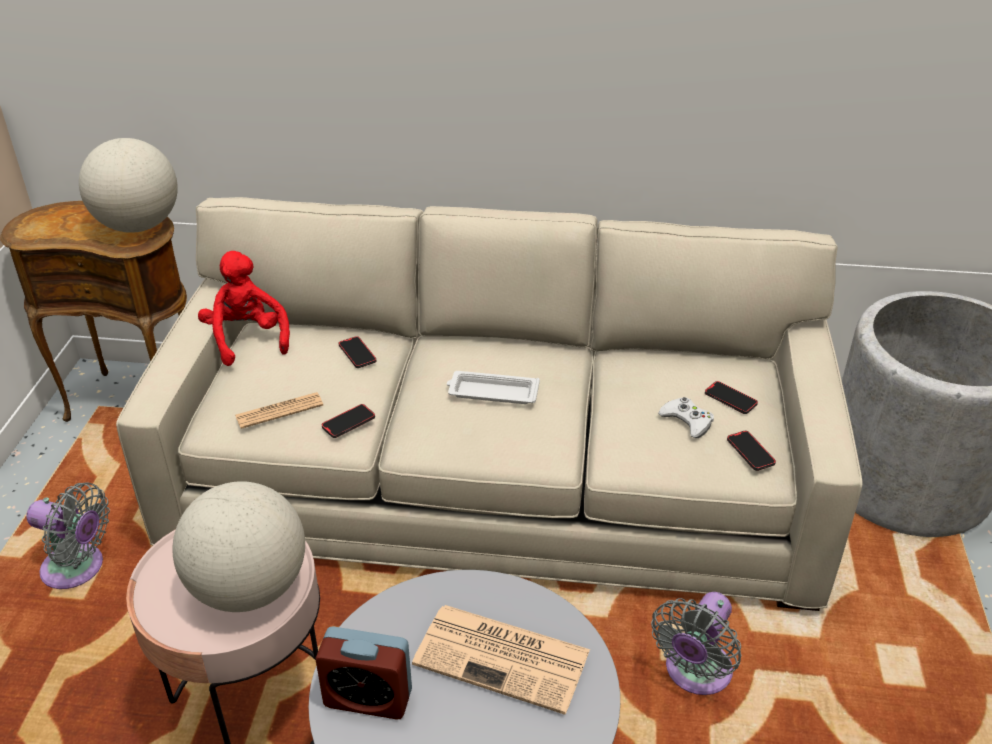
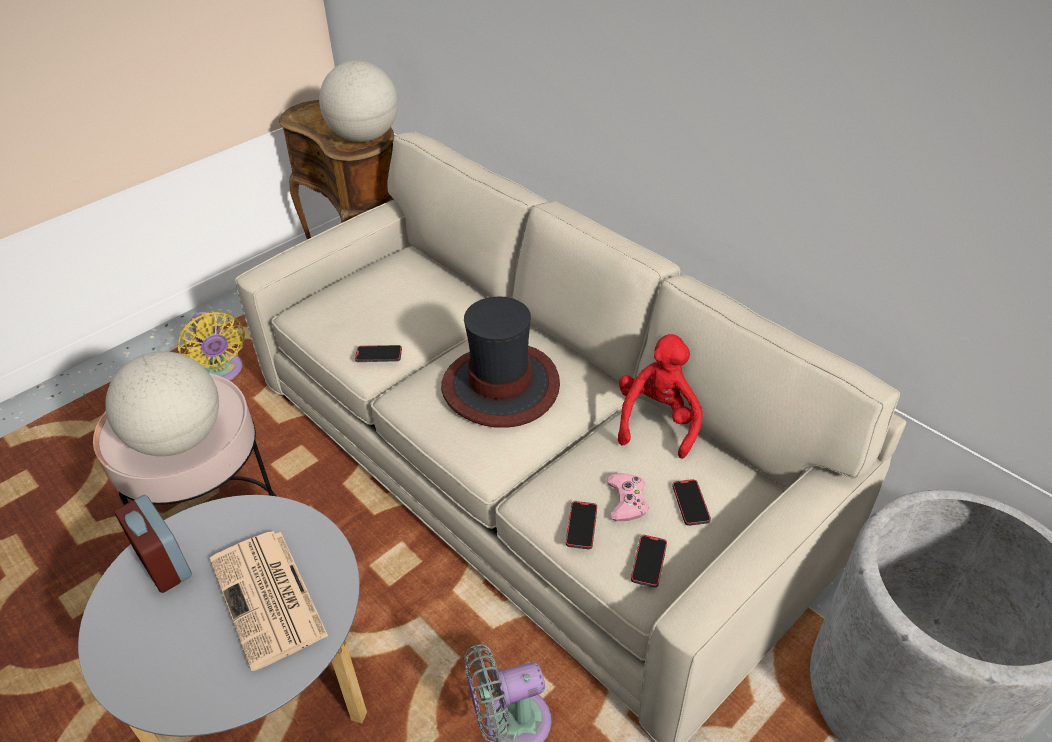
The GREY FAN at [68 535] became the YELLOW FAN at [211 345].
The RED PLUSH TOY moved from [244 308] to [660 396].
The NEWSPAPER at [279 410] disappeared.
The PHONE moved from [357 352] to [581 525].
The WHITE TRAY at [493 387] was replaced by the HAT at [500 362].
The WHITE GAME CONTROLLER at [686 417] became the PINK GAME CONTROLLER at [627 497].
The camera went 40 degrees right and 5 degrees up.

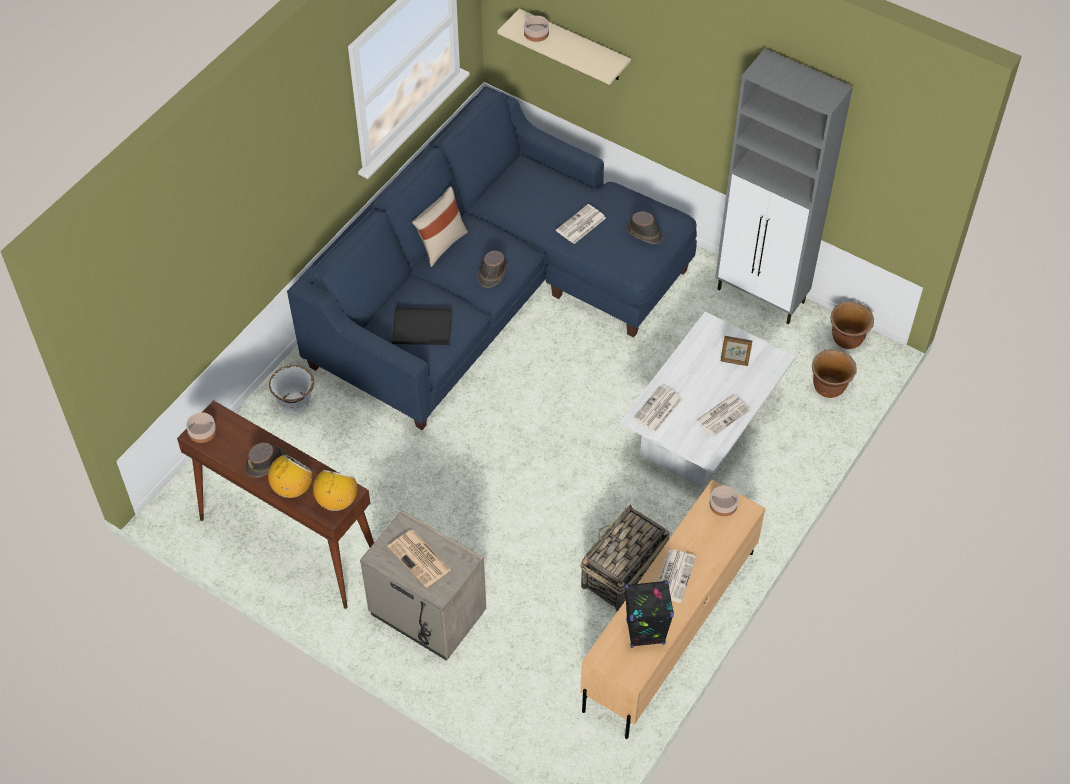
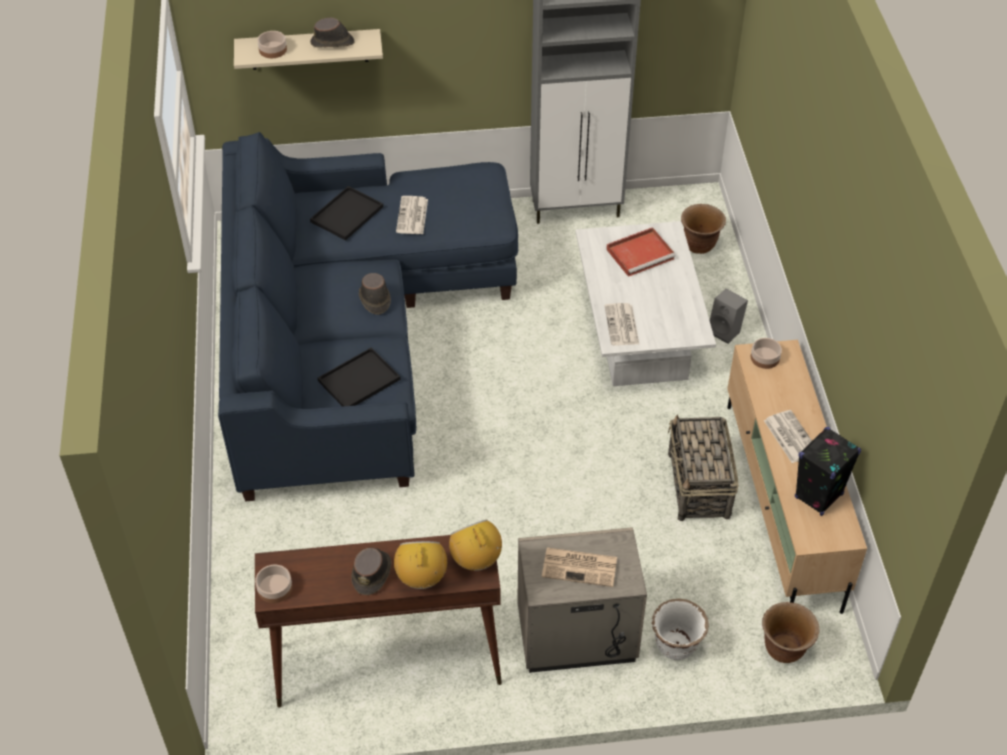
The WHITE PLANTER moved from [291 389] to [680 629].
The BEIGE PILLOW at [440 226] disappeared.
The BROWN HAT moved from [644 227] to [332 32].
The NEWSPAPER at [723 415] disappeared.
The PICTURE FRAME at [736 351] was replaced by the RED TRAY at [641 252].
The BROWN PLANTER moved from [852 325] to [790 632].
The BLACK TRAY at [346 213] appeared.
The GREY SPEAKER at [729 316] appeared.
The camera went 40 degrees left and 5 degrees down.

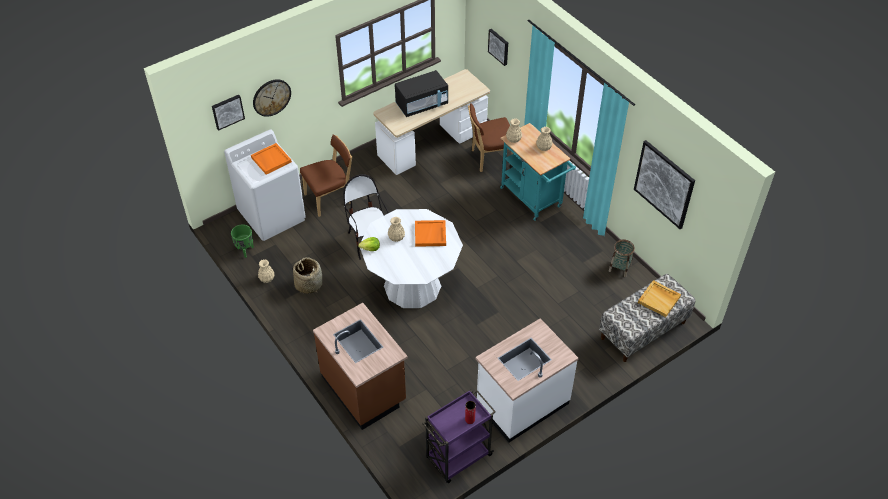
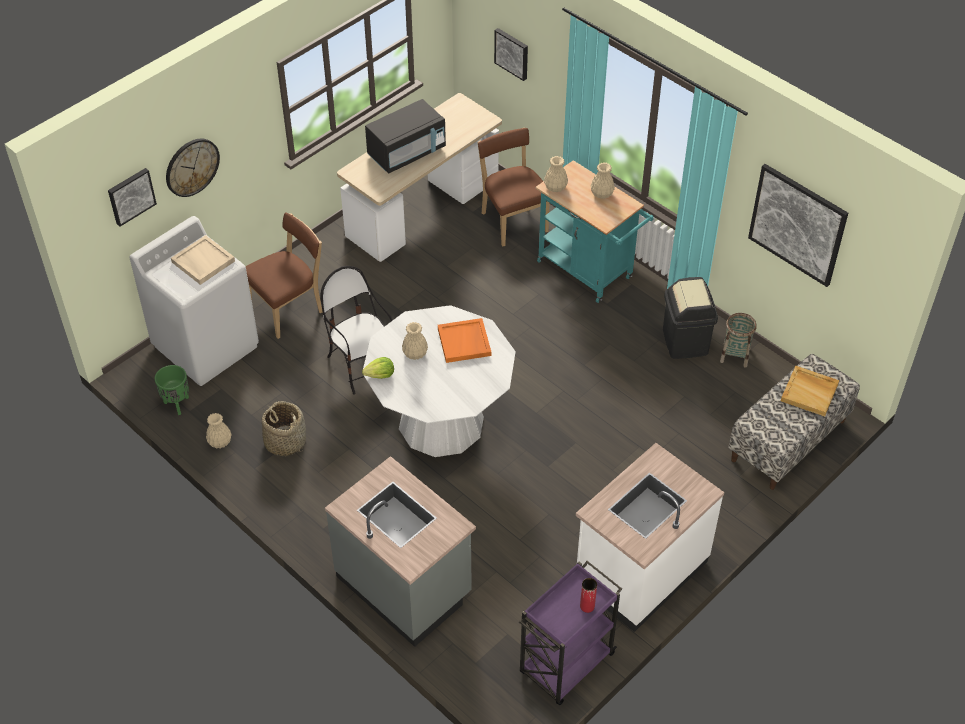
The ORANGE TRAY at [271 159] became the BEIGE TRAY at [203 260].
The BROWN COUNTER at [360 366] became the GREY COUNTER at [400 551].
The BROWN CHAIR at [490 137] turned 90 degrees clockwise.
The BLACK TRASH CAN at [690 318] appeared.
The camera went 10 degrees left and 0 degrees up.

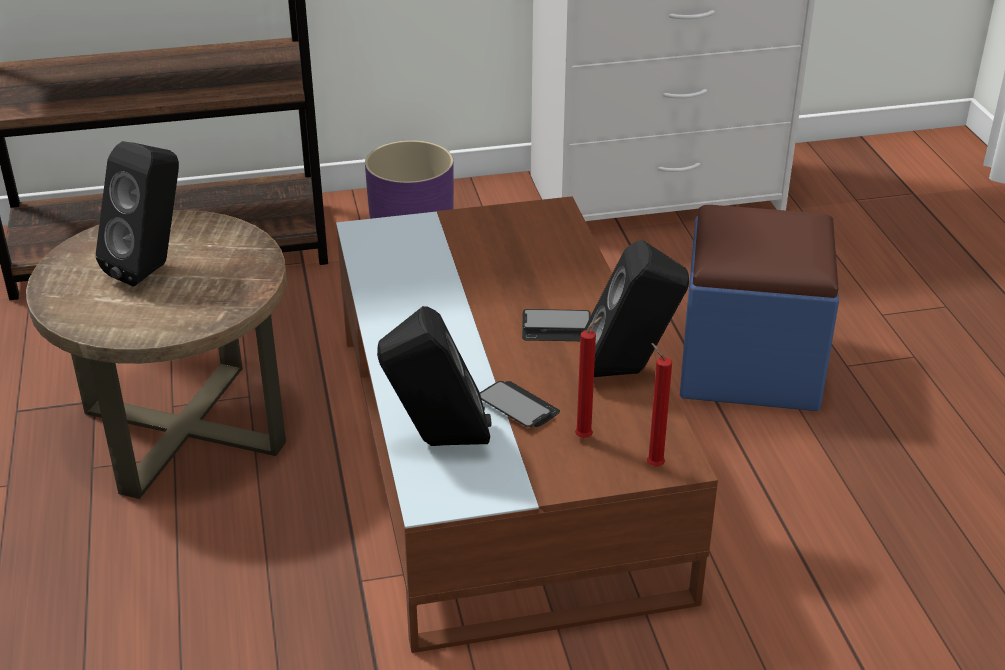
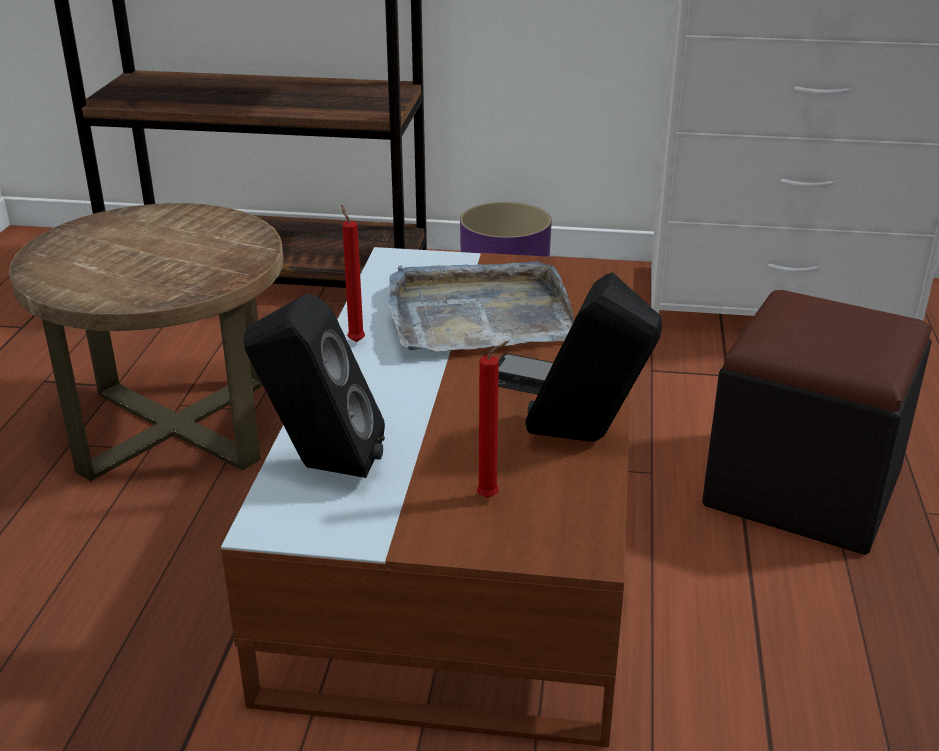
The BLACK SPEAKER at [137 214] disappeared.
The PHONE at [520 404] disappeared.
The RED CANDLE moved from [659 405] to [353 273].
The BLUE OTTOMAN at [759 308] became the BLACK OTTOMAN at [817 422].
The GREY TRAY at [481 306] appeared.
The camera went 20 degrees right and 5 degrees down.

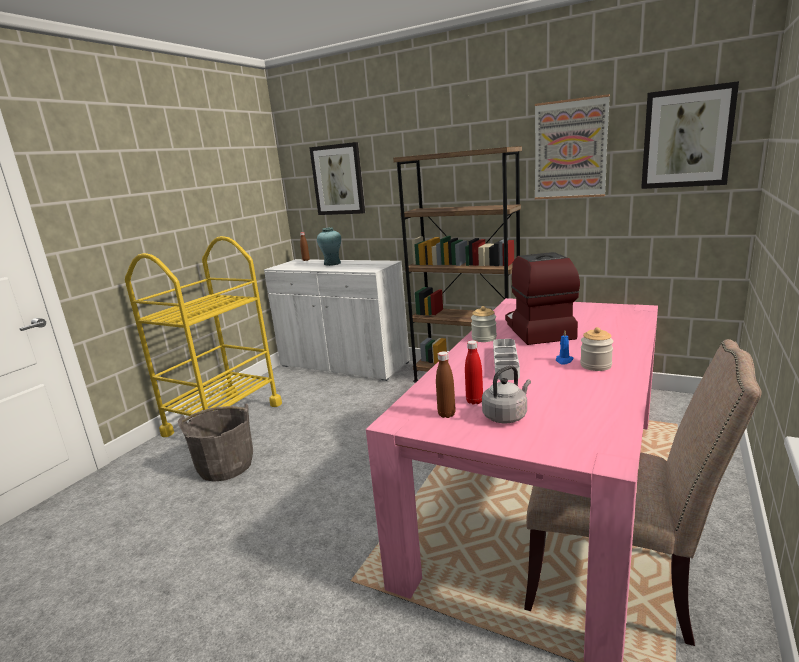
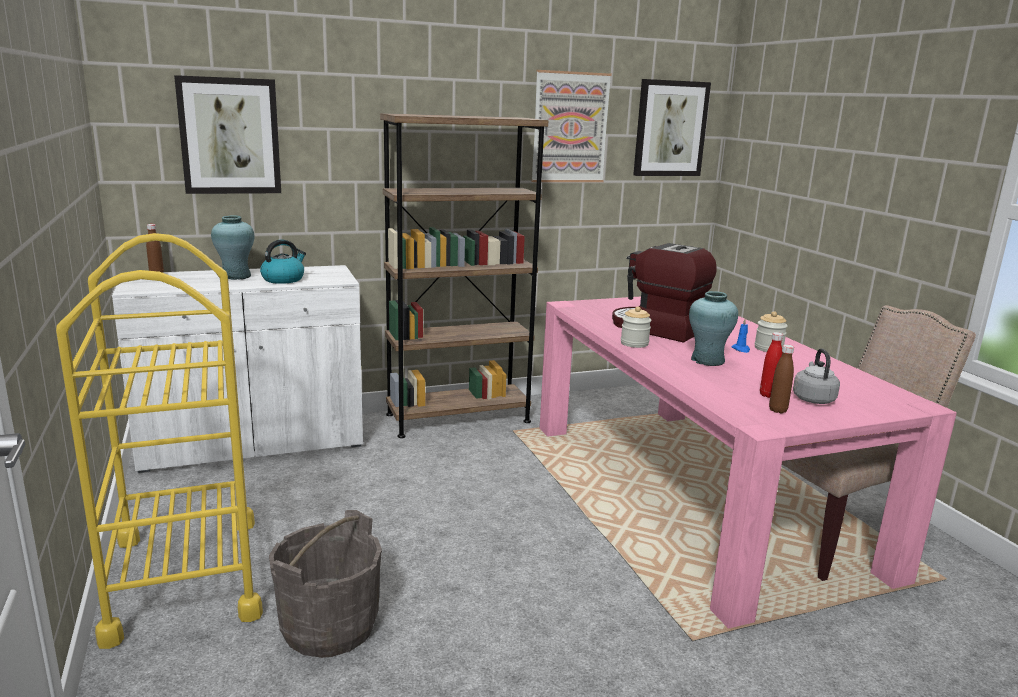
The GREY TRAY at [506 359] was replaced by the TURQUOISE VASE at [713 328].
The KETTLE at [283 262] appeared.
The camera went 50 degrees left and 0 degrees up.

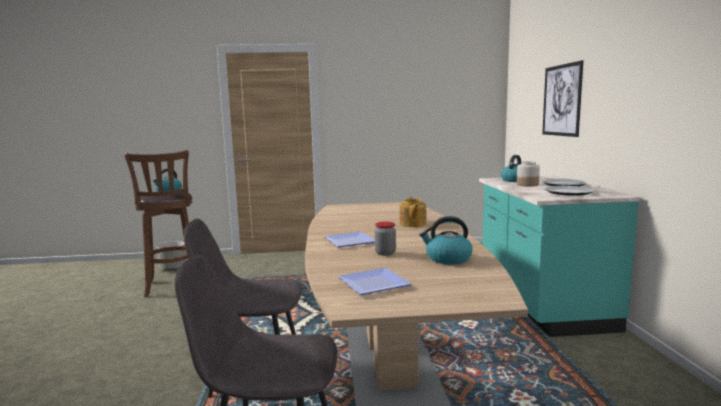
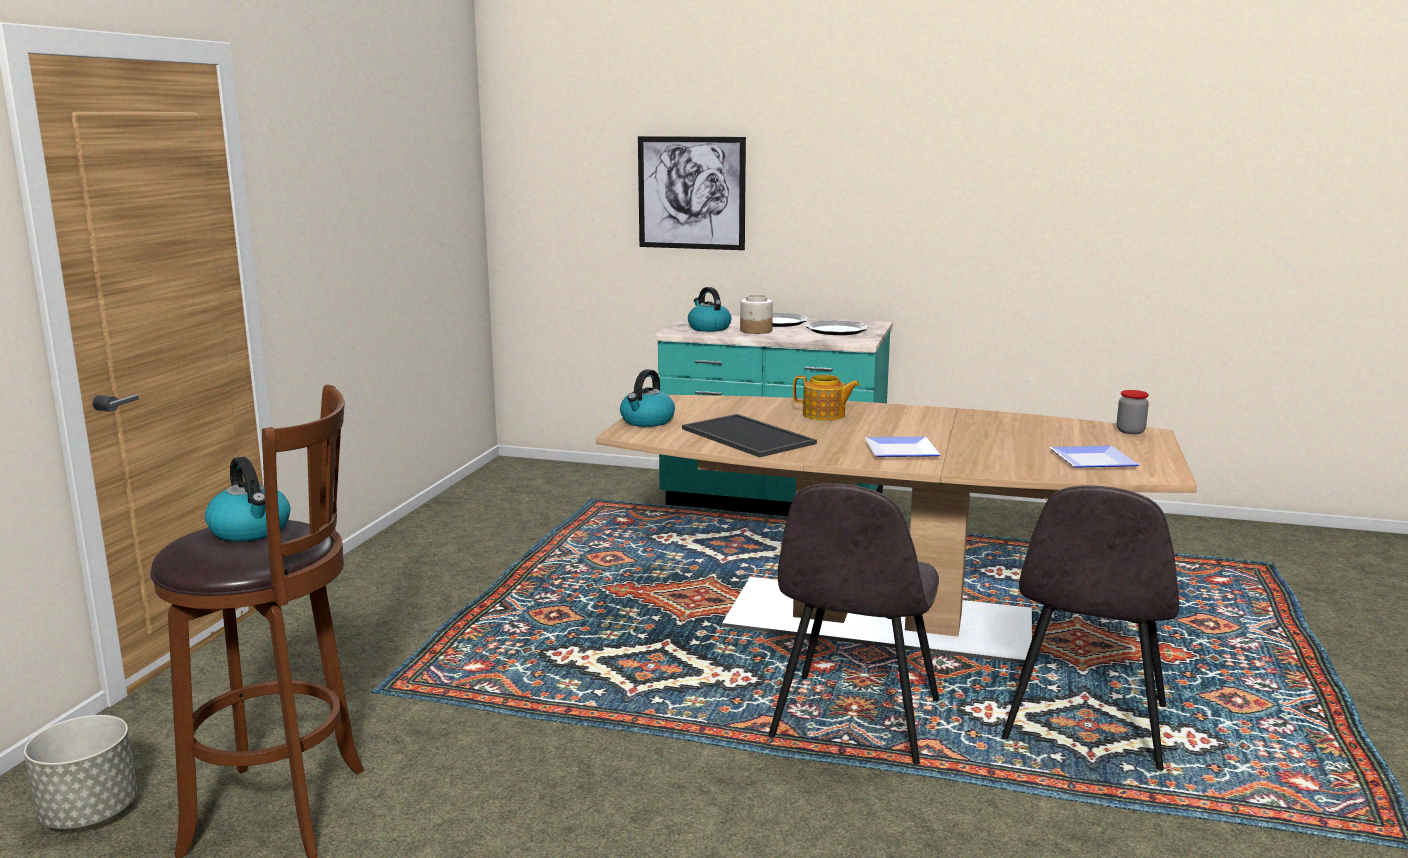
The JAR moved from [385 239] to [1133 412].
The KETTLE moved from [445 240] to [647 398].
The TRAY at [749 435] appeared.
The camera went 70 degrees left and 5 degrees up.

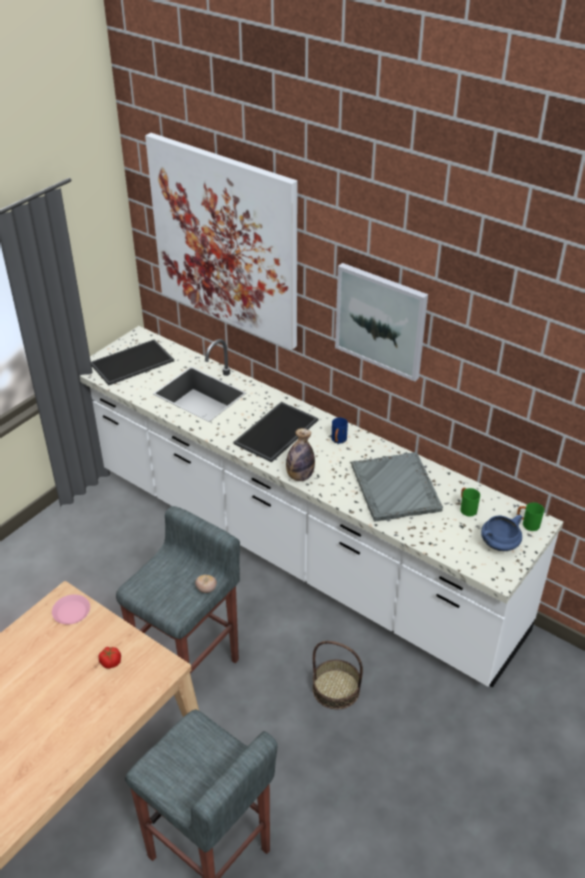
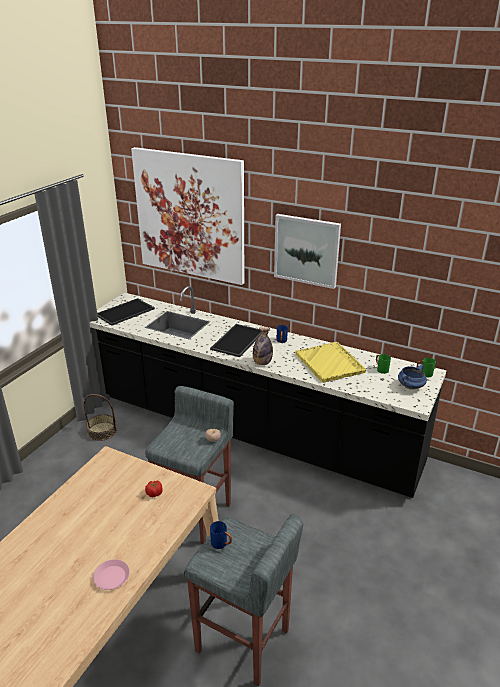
The PINK PLATE moved from [71 609] to [111 574].
The WHITE COUNTER at [321 506] became the BLACK COUNTER at [268 392].
The BASKET moved from [338 675] to [100 417].
The GREY TRAY at [397 487] became the YELLOW TRAY at [330 362].
The BLUE MUG at [221 535] appeared.
The camera went 10 degrees left and 10 degrees down.

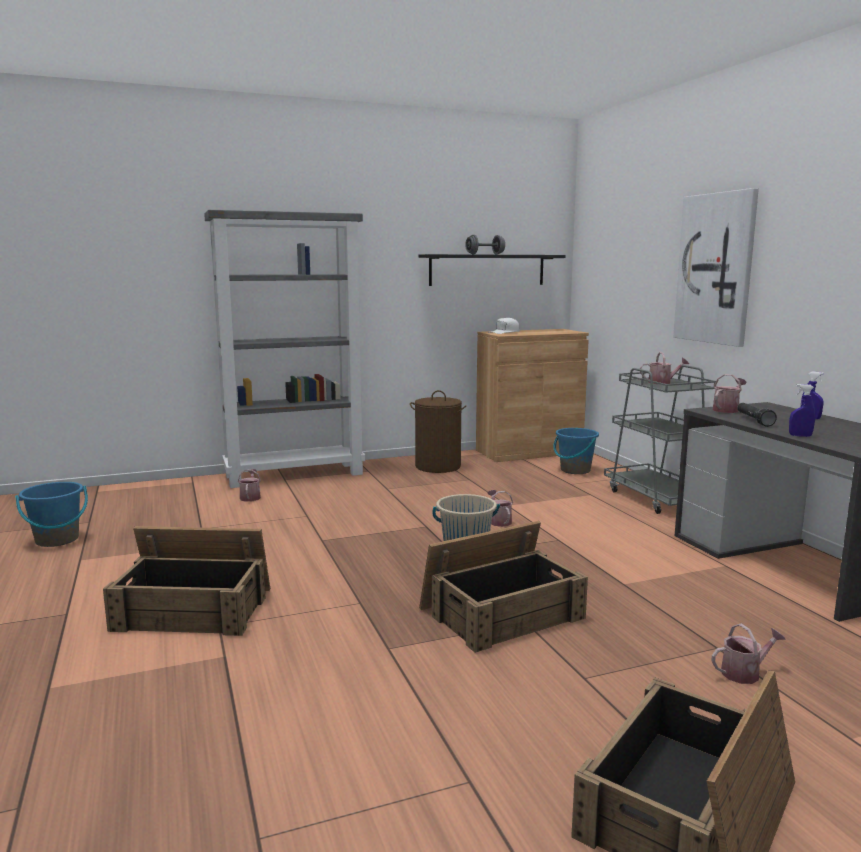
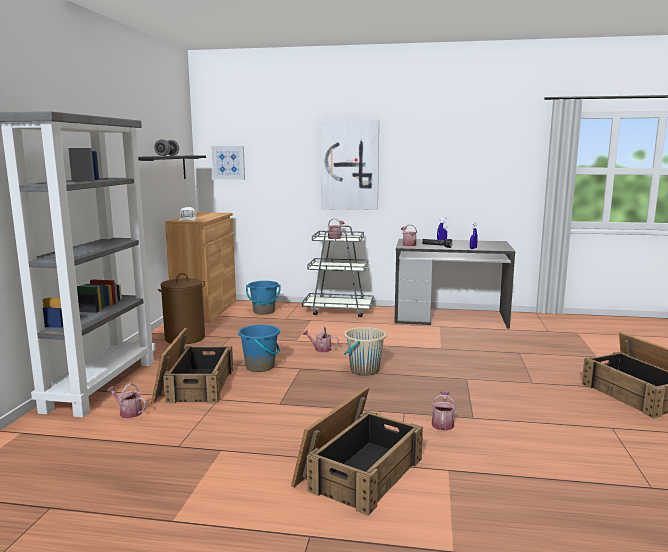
The BLUE BUCKET moved from [51 514] to [259 348].
The CRATE moved from [503 587] to [192 366].
The WATERING CAN moved from [749 653] to [443 411].
The PICTURE at [228 163] appeared.
The camera went 60 degrees left and 0 degrees up.

